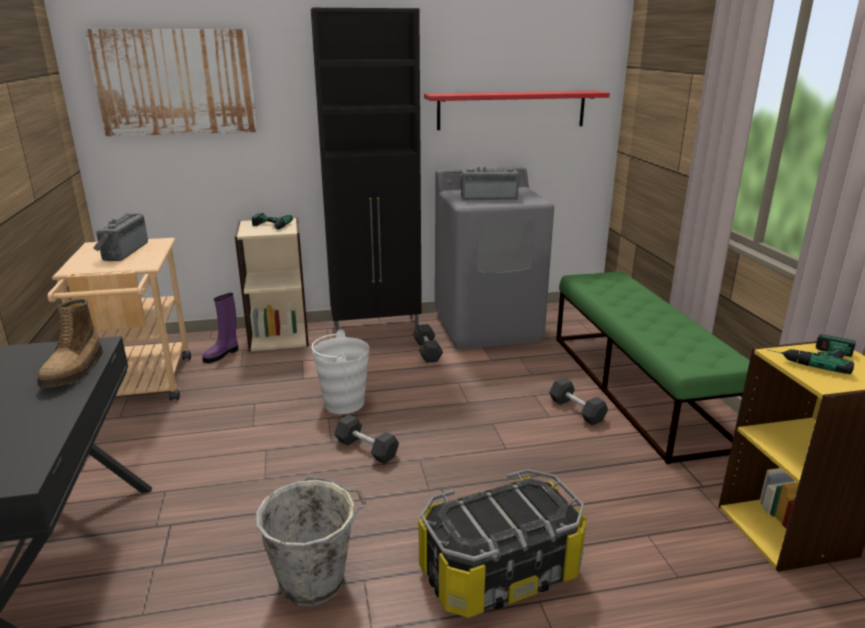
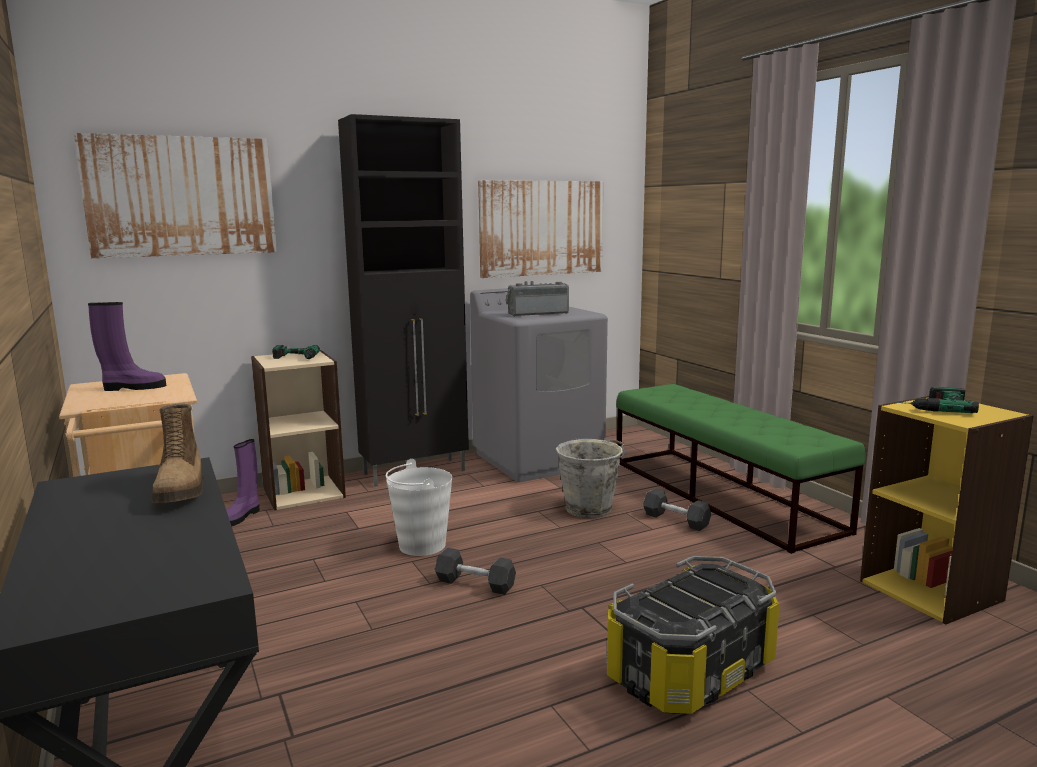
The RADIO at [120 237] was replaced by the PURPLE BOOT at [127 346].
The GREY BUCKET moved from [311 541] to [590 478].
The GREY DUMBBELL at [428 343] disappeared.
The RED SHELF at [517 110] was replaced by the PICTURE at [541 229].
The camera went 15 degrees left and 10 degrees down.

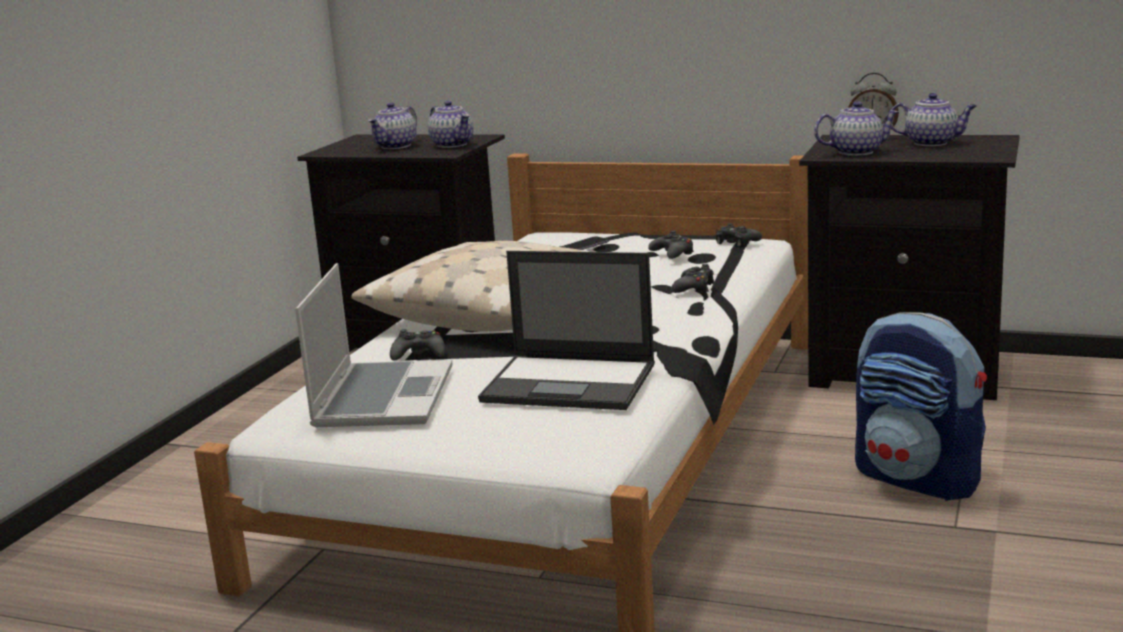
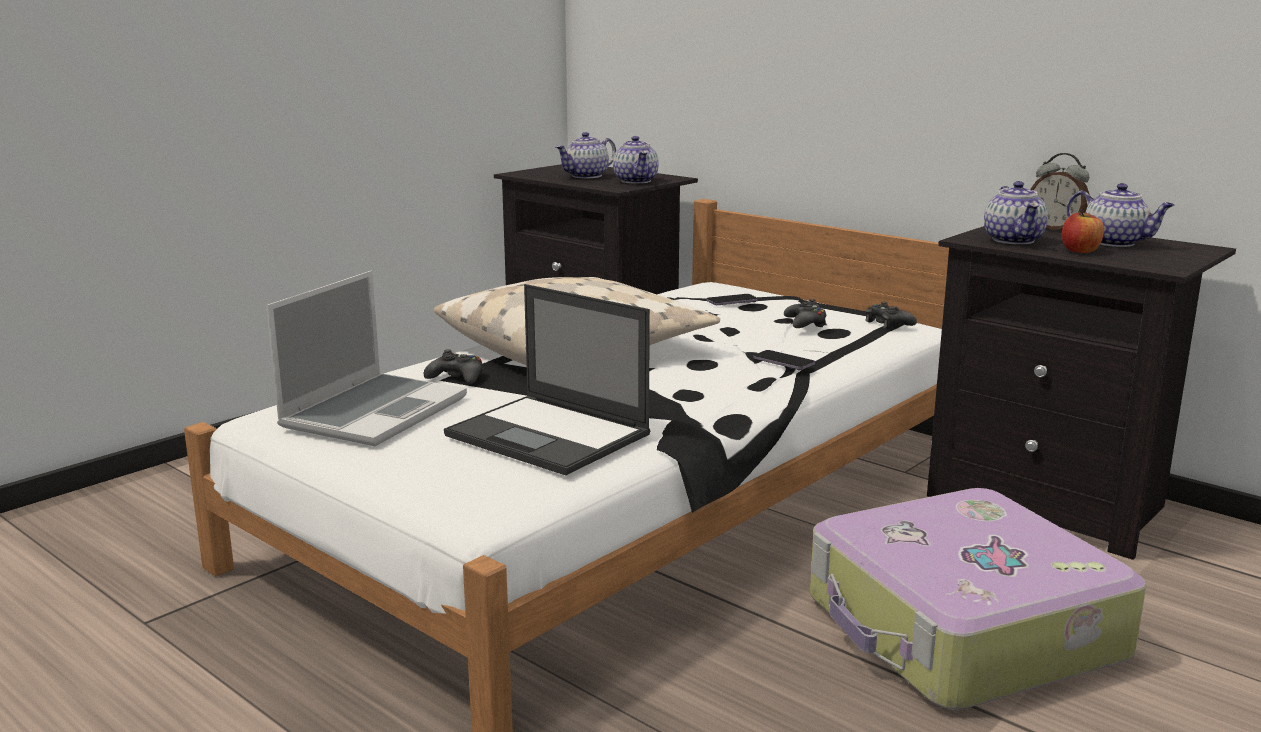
The BLACK GAME CONTROLLER at [693 278] was replaced by the PHONE at [784 360].
The TEAPOT at [856 128] turned 75 degrees clockwise.
The BACKPACK at [921 406] was replaced by the SUITCASE at [978 599].
The APPLE at [1083 231] appeared.
The camera went 20 degrees right and 0 degrees up.

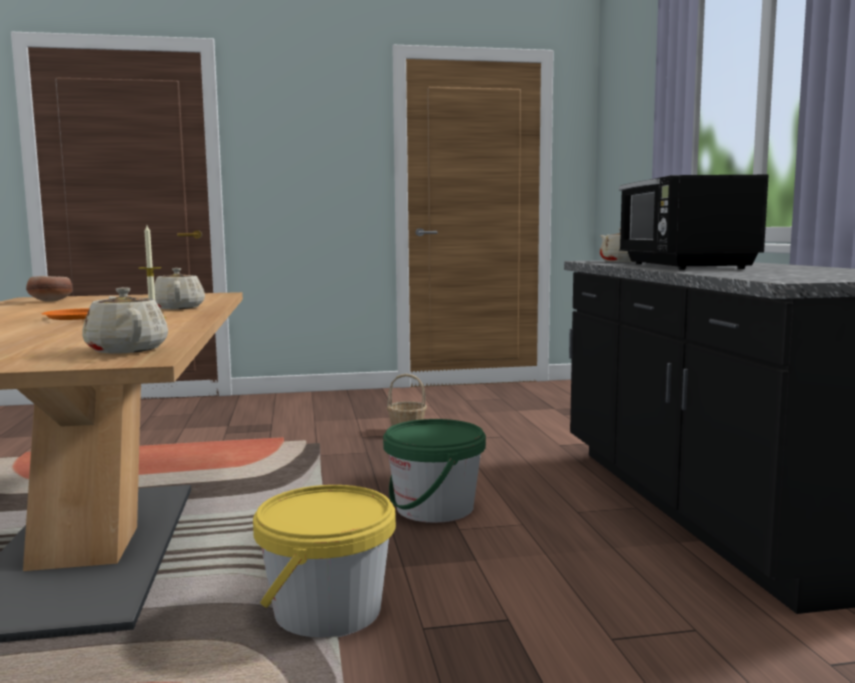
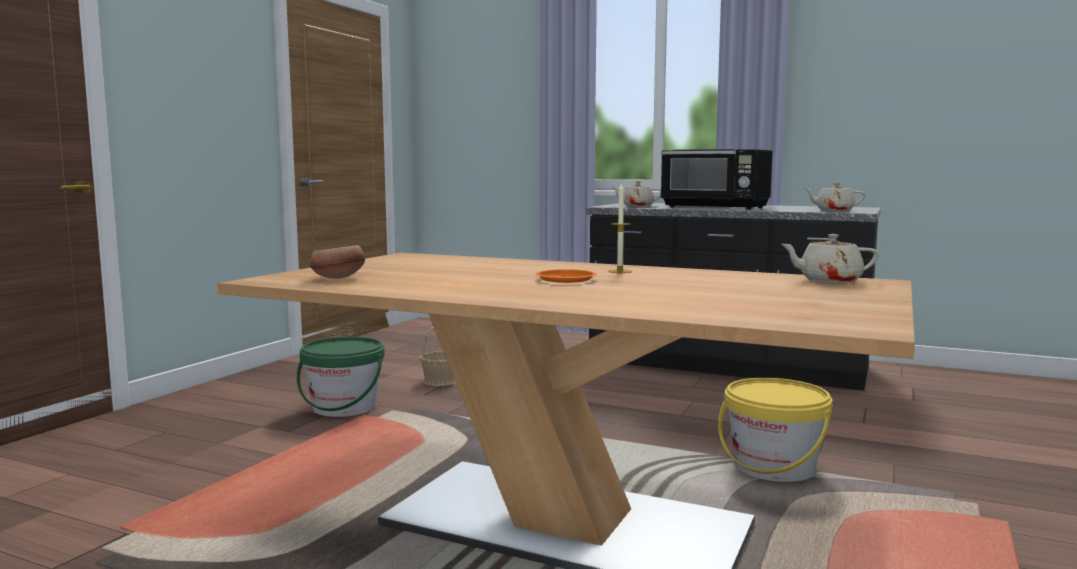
The BEIGE TEAPOT moved from [179 288] to [834 196].
The GREEN BUCKET moved from [434 471] to [341 377].
The camera went 55 degrees left and 0 degrees up.

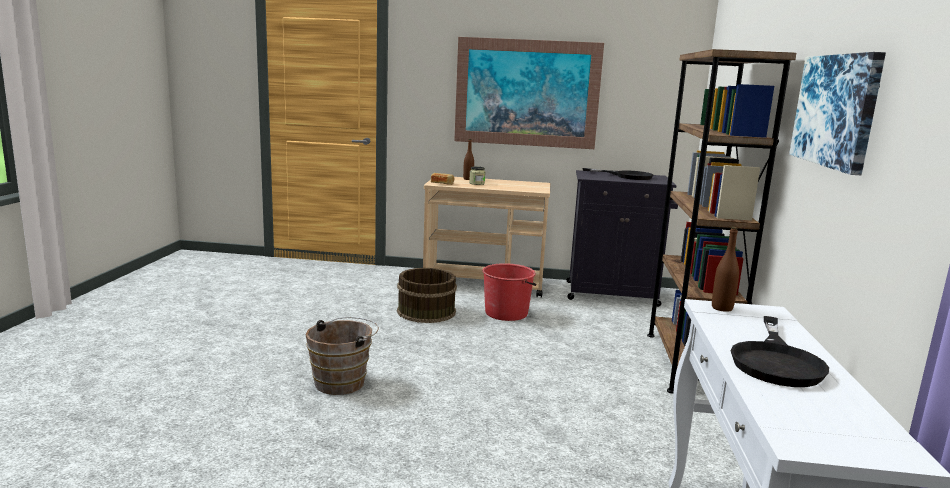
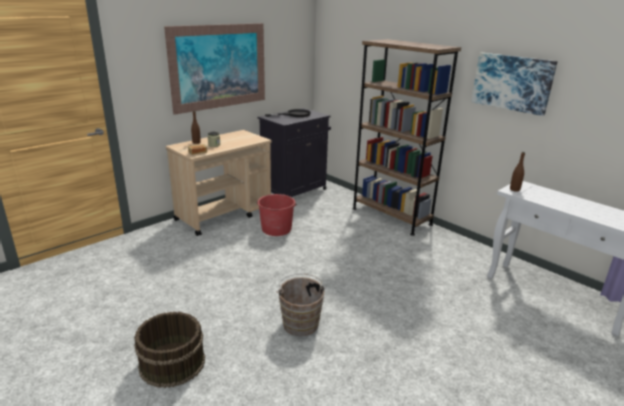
The BROWN BUCKET moved from [427 295] to [169 350].
The BLACK FRYING PAN at [779 351] disappeared.
The camera went 50 degrees left and 10 degrees up.

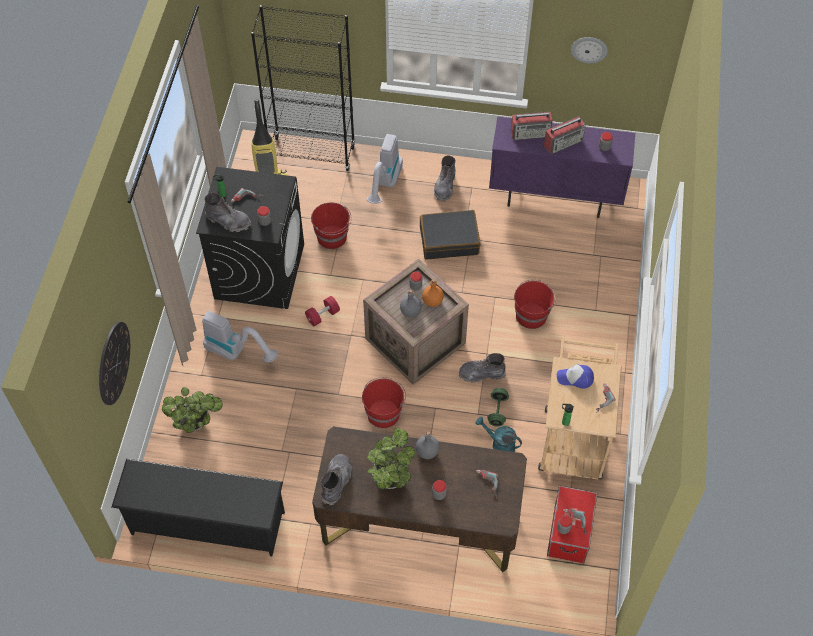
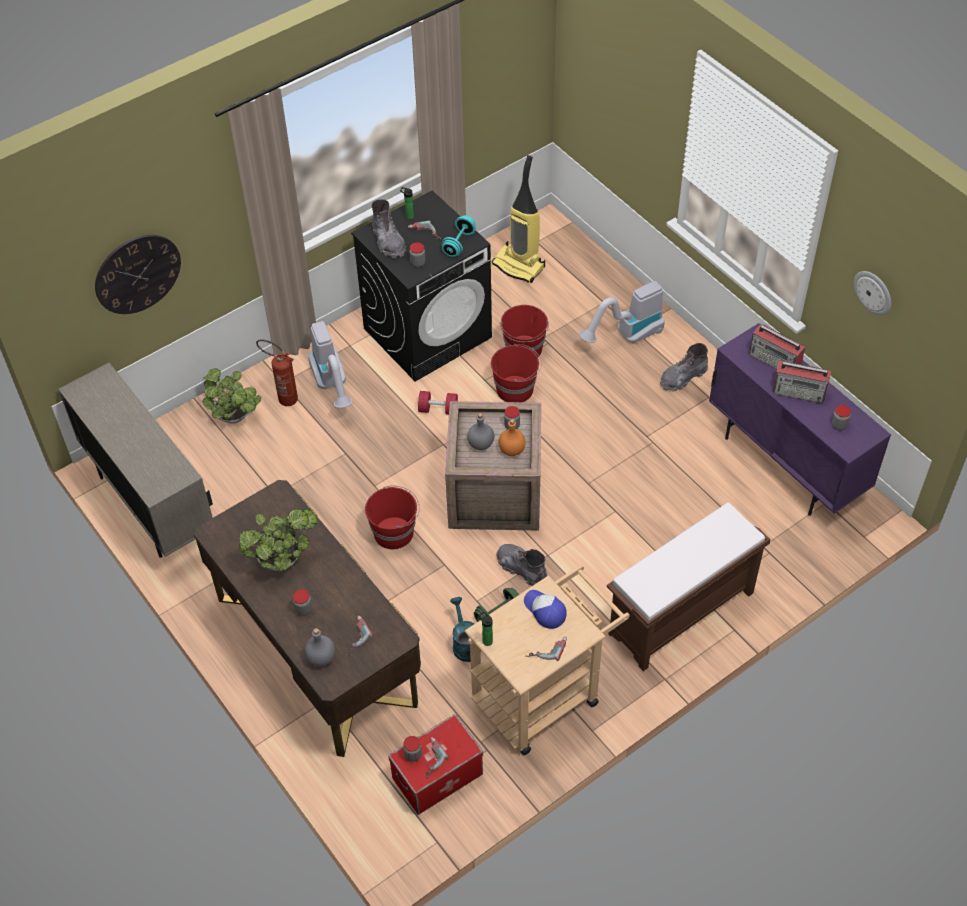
The BLACK SHOE RACK at [198 507] was replaced by the BEIGE CABINET at [135 460].
The BLACK BOOKCASE at [303 88] disappeared.
The GREY BOOT at [336 479] disappeared.
The GREY BOTTLE moved from [428 445] to [320 647].
The BLACK SUITCASE at [450 234] disappeared.
The RED BUCKET moved from [535 304] to [516 373].
The FIRE EXTINGUISHER at [277 372] appeared.
The TURQUOISE DUMBBELL at [459 236] appeared.
The BROWN BENCH at [688 586] appeared.
The camera went 45 degrees right and 5 degrees down.

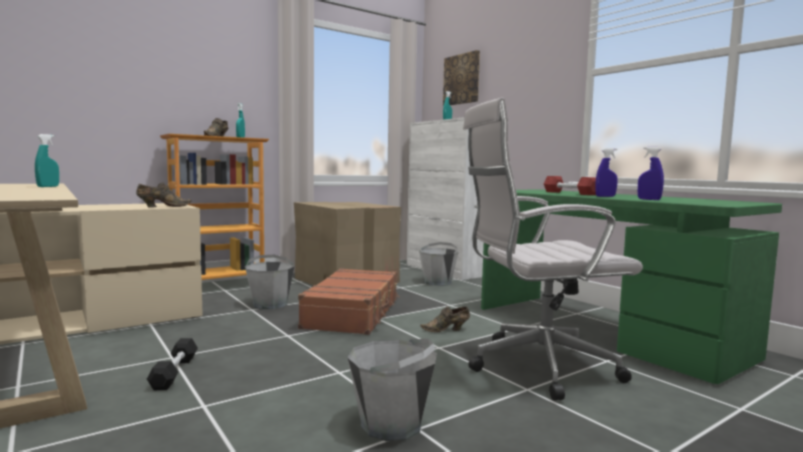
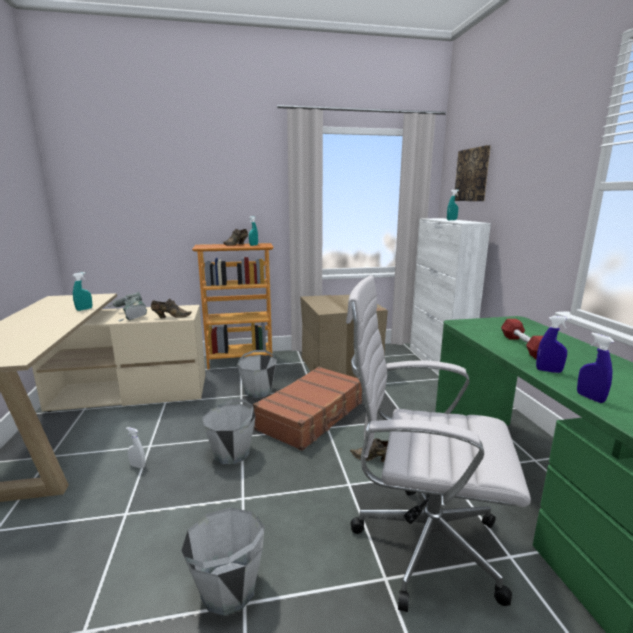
The BLACK DUMBBELL at [172 364] was replaced by the WHITE SPRAY BOTTLE at [136 447].
The GREY BUCKET moved from [439 264] to [229 432].
The POWER DRILL at [127 306] appeared.
The camera went 25 degrees right and 10 degrees up.

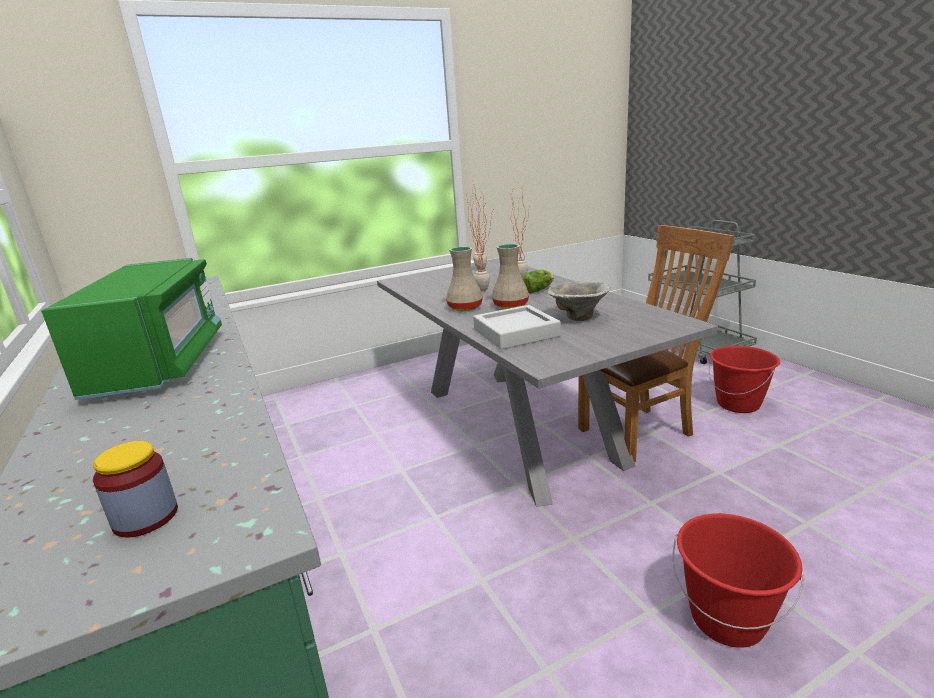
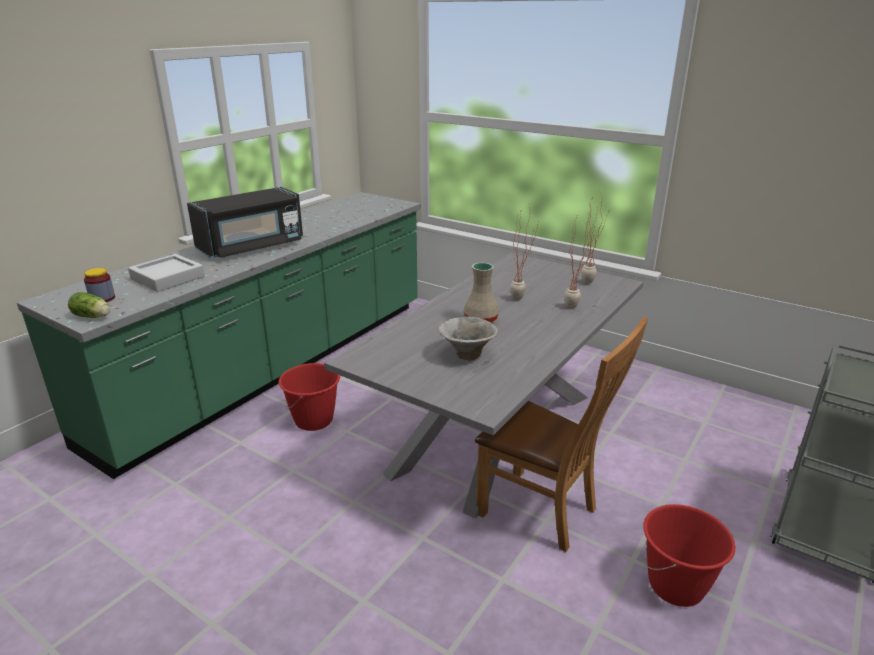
The GREEN MICROWAVE at [131 329] became the BLACK MICROWAVE at [245 222].
The BEIGE VASE at [464 279] disappeared.
The GREY TRAY moved from [517 327] to [166 273].
The LETTUCE moved from [538 281] to [89 305].
The RED BUCKET moved from [739 580] to [309 397].
The camera went 60 degrees right and 5 degrees up.

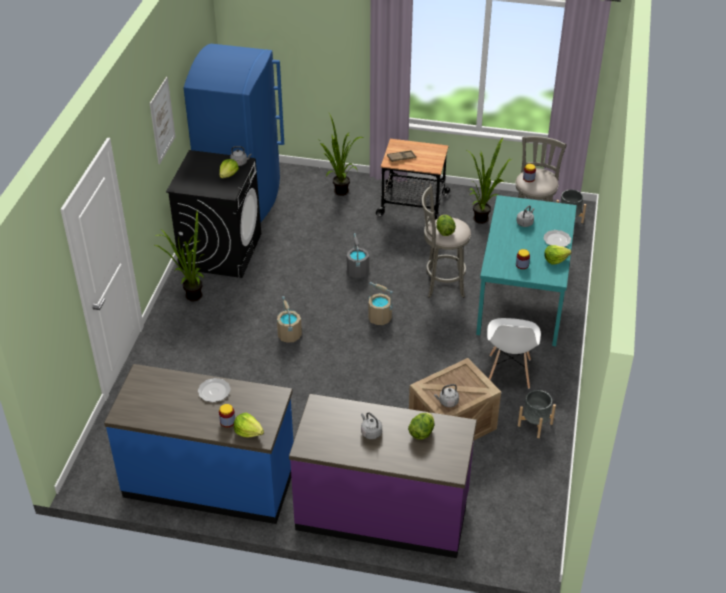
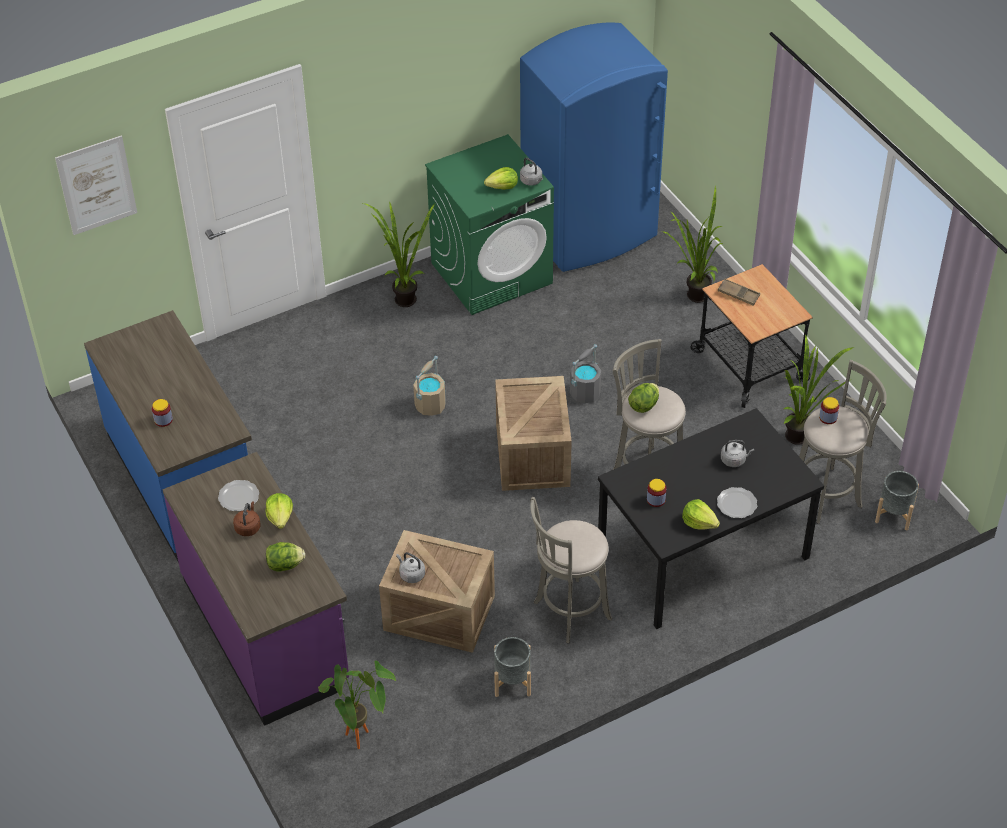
The PICTURE moved from [163 120] to [96 185].
The BLACK WASHING MACHINE at [213 214] became the GREEN WASHING MACHINE at [489 224].
The PLATE moved from [214 390] to [238 495].
The LETTUCE moved from [249 425] to [279 511].
The GREY KETTLE at [371 425] became the BROWN KETTLE at [247 519].
The BEIGE BUCKET at [381 303] was replaced by the CRATE at [533 433].
The TURQUOISE DINING TABLE at [526 270] became the BLACK DINING TABLE at [711 518].
The WHITE CHAIR at [514 353] was replaced by the GREY STOOL at [571 570].
The POTTED PLANT at [357 704] appeared.
The camera went 50 degrees right and 5 degrees up.

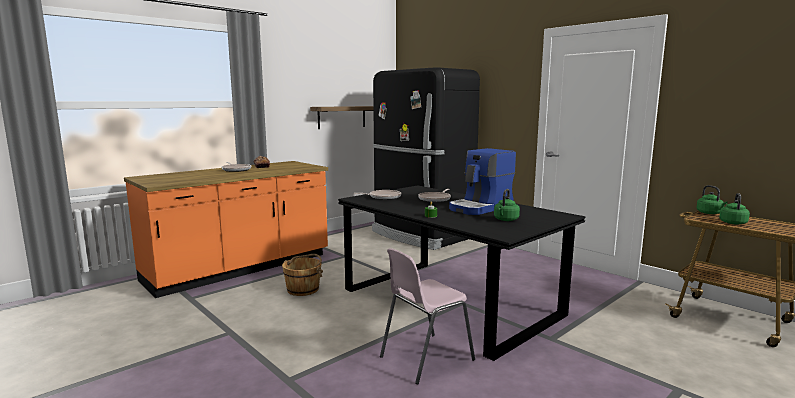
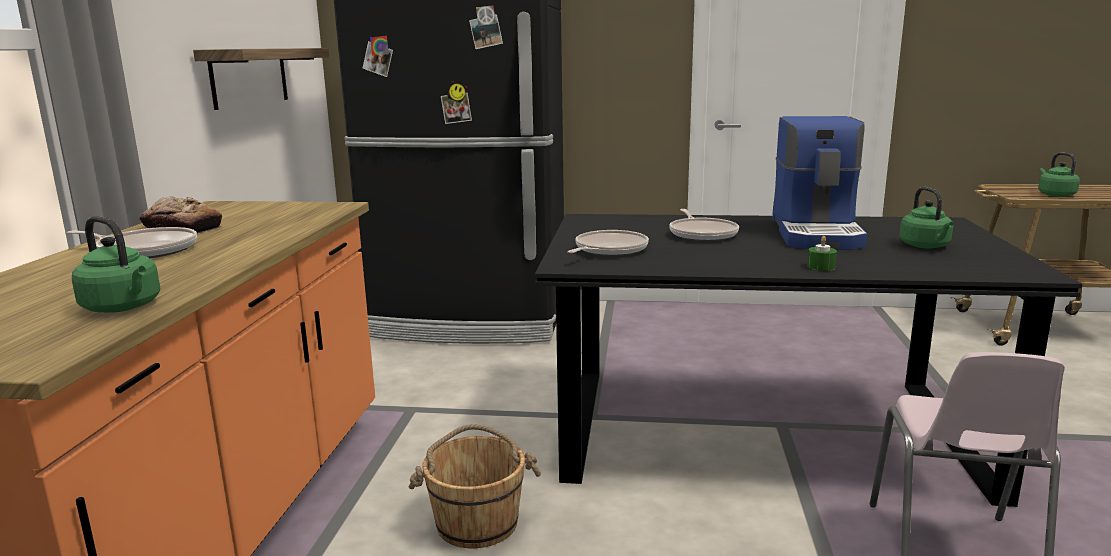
The GREEN KETTLE moved from [712 199] to [116 264].
The camera went 40 degrees left and 5 degrees up.

